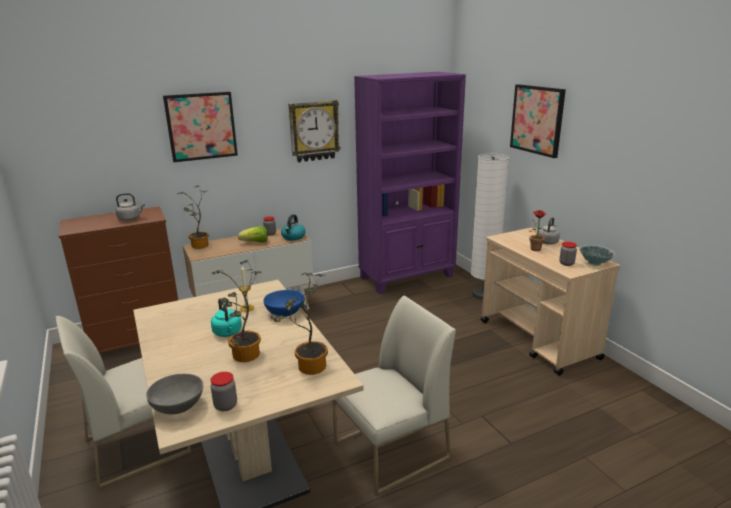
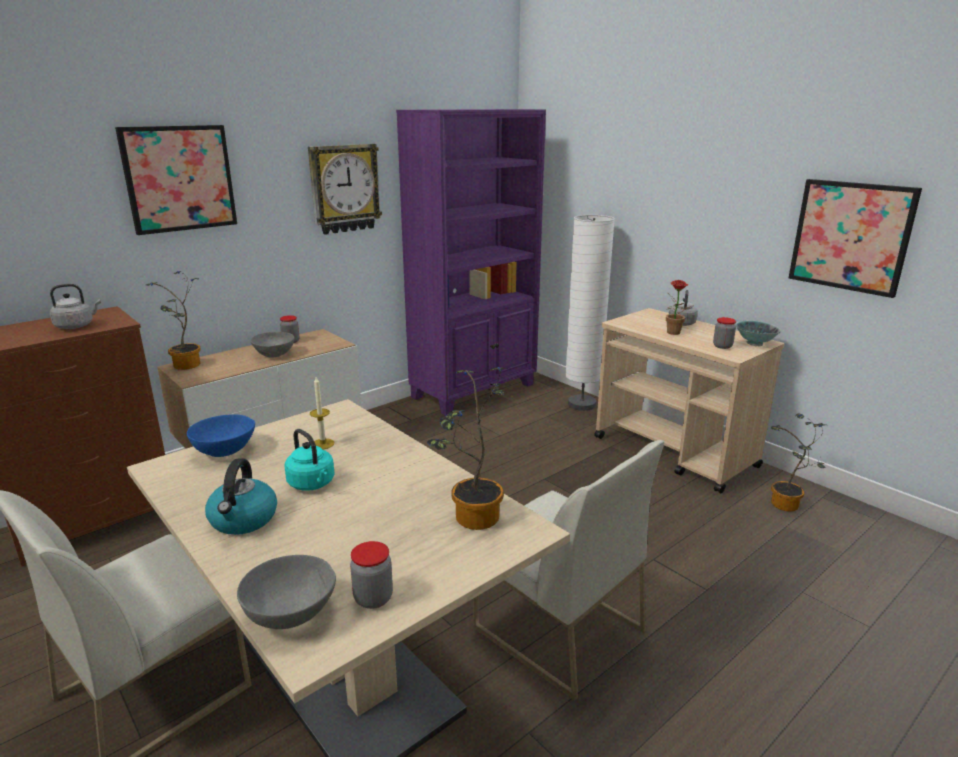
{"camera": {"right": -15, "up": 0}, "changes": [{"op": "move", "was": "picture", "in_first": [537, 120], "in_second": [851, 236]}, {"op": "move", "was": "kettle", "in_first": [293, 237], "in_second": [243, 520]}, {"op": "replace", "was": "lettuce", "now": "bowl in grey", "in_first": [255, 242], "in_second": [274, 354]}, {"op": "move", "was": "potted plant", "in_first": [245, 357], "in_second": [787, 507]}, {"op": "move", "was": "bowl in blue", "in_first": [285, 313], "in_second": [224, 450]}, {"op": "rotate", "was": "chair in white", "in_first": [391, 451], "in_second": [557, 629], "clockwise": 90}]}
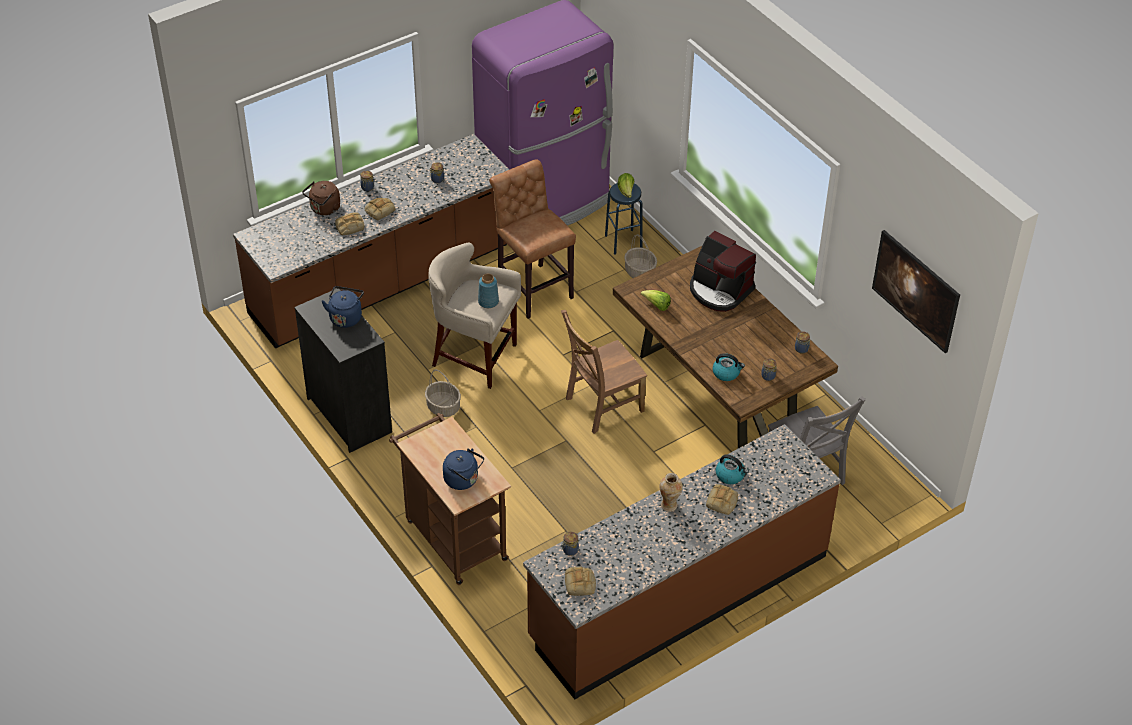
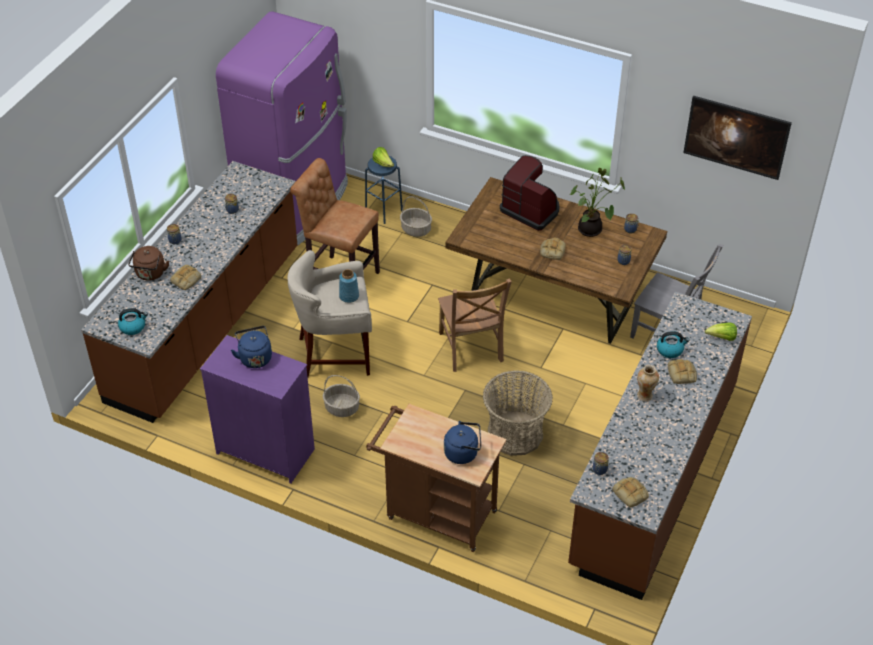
{"camera": {"right": -30, "up": 0}, "changes": [{"op": "move", "was": "bread", "in_first": [380, 210], "in_second": [552, 250]}, {"op": "rotate", "was": "coffee machine", "in_first": [719, 290], "in_second": [531, 210], "clockwise": -150}, {"op": "recolor", "was": "dresser in black", "now": "dresser in purple", "in_first": [350, 415], "in_second": [266, 451]}, {"op": "move", "was": "lettuce", "in_first": [657, 306], "in_second": [722, 338]}, {"op": "rotate", "was": "chair in brown", "in_first": [601, 406], "in_second": [471, 349], "clockwise": -45}, {"op": "move", "was": "kettle", "in_first": [726, 373], "in_second": [133, 327]}, {"op": "insert", "now": "potted plant", "in_second": [591, 231]}, {"op": "insert", "now": "basket", "in_second": [515, 434]}]}
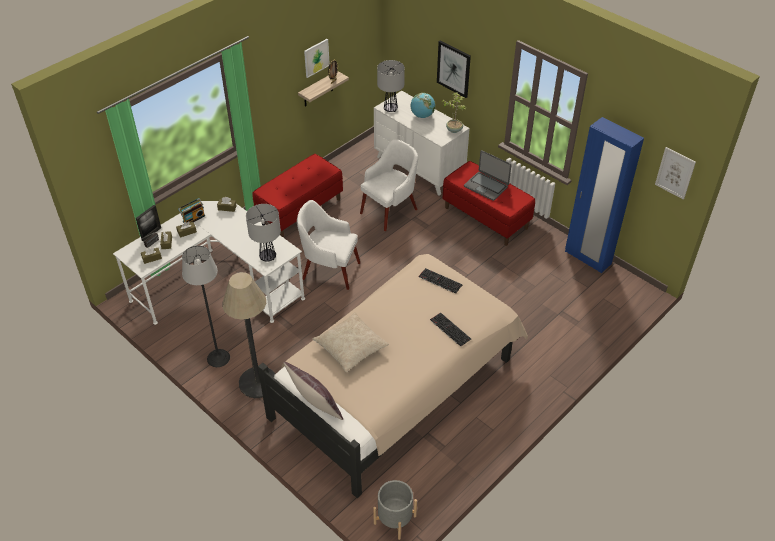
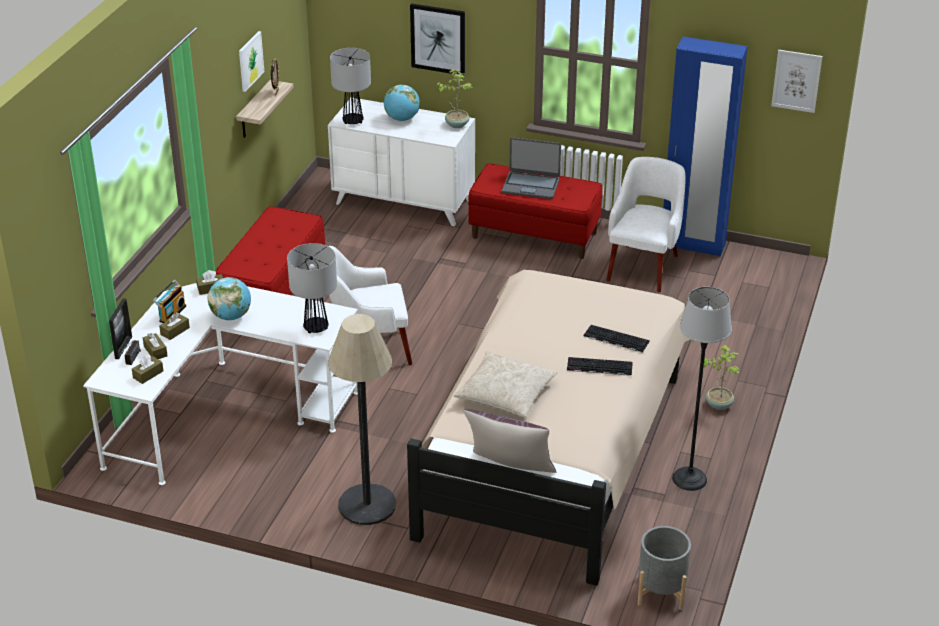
{"camera": {"right": -25, "up": -10}, "changes": [{"op": "move", "was": "armchair in white", "in_first": [390, 210], "in_second": [643, 266]}, {"op": "move", "was": "floor lamp", "in_first": [218, 358], "in_second": [689, 478]}, {"op": "move", "was": "keyboard", "in_first": [439, 281], "in_second": [598, 367]}, {"op": "insert", "now": "globe", "in_second": [231, 316]}, {"op": "insert", "now": "potted plant", "in_second": [719, 404]}]}
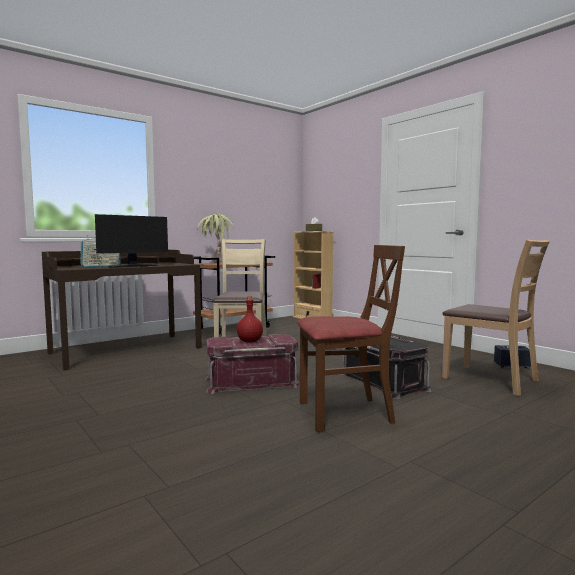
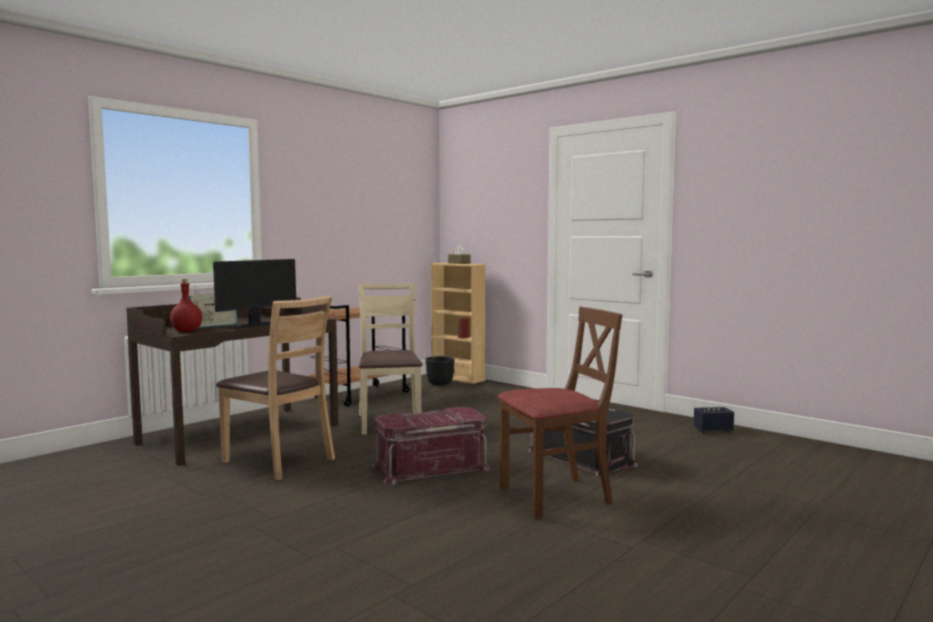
{"camera": {"right": -10, "up": 0}, "changes": [{"op": "delete", "was": "potted plant", "in_first": [215, 263]}, {"op": "move", "was": "chair in brown", "in_first": [491, 380], "in_second": [278, 461]}, {"op": "move", "was": "bottle in red", "in_first": [250, 341], "in_second": [187, 331]}, {"op": "insert", "now": "planter in black", "in_second": [440, 384]}]}
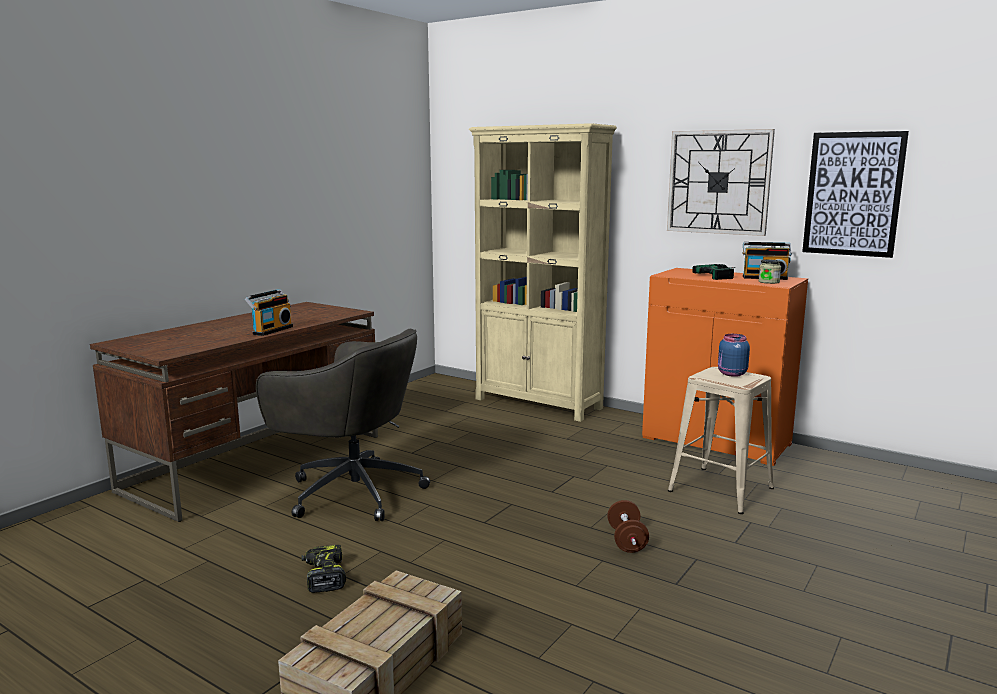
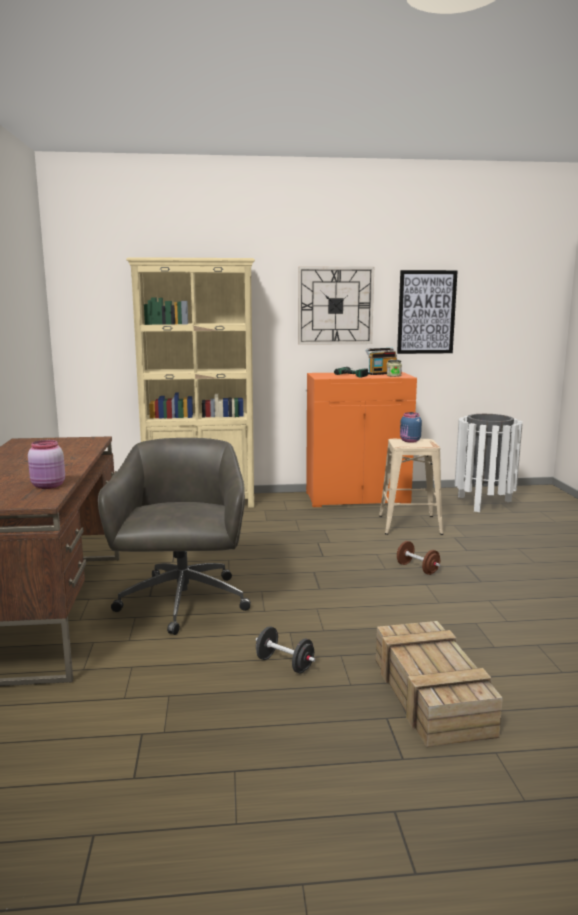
{"camera": {"right": -40, "up": 0}, "changes": [{"op": "delete", "was": "radio", "in_first": [271, 330]}, {"op": "rotate", "was": "office chair in grey", "in_first": [351, 491], "in_second": [183, 603], "clockwise": -75}, {"op": "replace", "was": "power drill", "now": "dumbbell in black", "in_first": [323, 576], "in_second": [284, 664]}, {"op": "insert", "now": "trash can in white", "in_second": [484, 503]}, {"op": "insert", "now": "jar in pink", "in_second": [49, 486]}]}
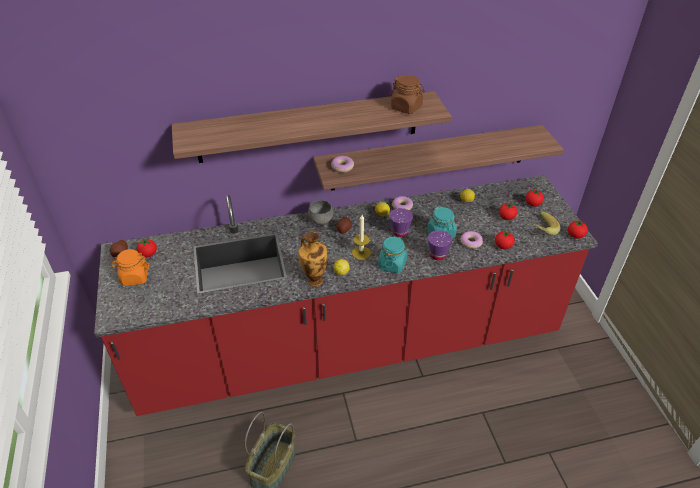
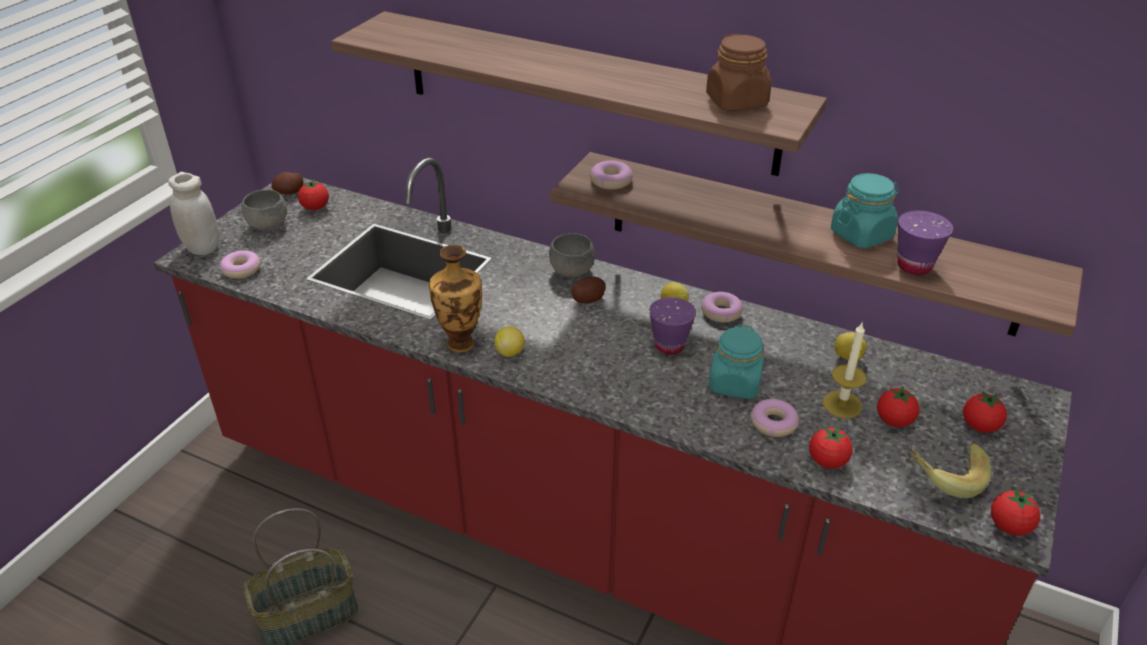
{"camera": {"right": 40, "up": -5}, "changes": [{"op": "move", "was": "candle", "in_first": [361, 253], "in_second": [842, 404]}, {"op": "move", "was": "cup in purple", "in_first": [437, 255], "in_second": [914, 266]}, {"op": "move", "was": "jar in turquoise", "in_first": [392, 264], "in_second": [861, 234]}, {"op": "replace", "was": "jar in orange", "now": "bowl in grey", "in_first": [134, 277], "in_second": [268, 225]}, {"op": "insert", "now": "jar in white", "in_second": [202, 248]}, {"op": "insert", "now": "donut", "in_second": [241, 269]}]}
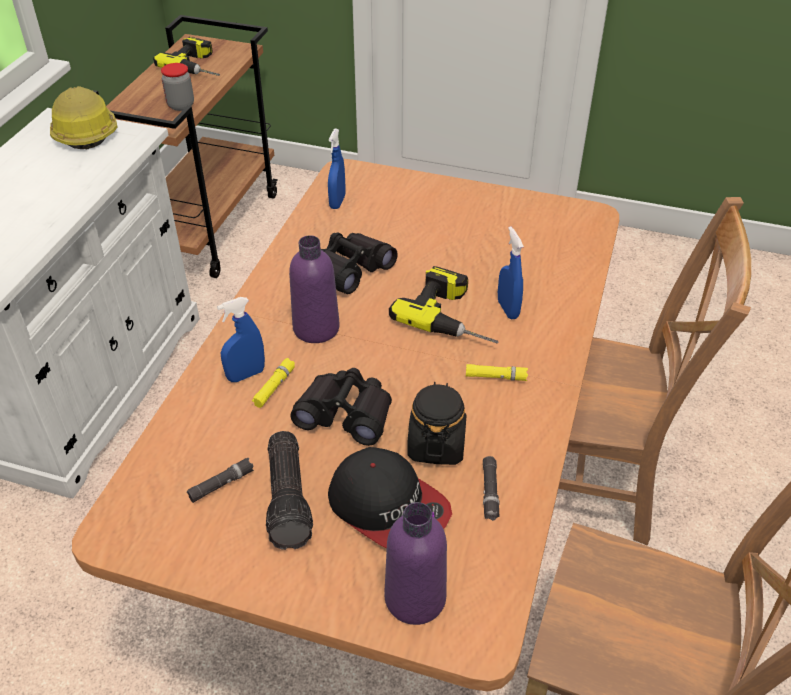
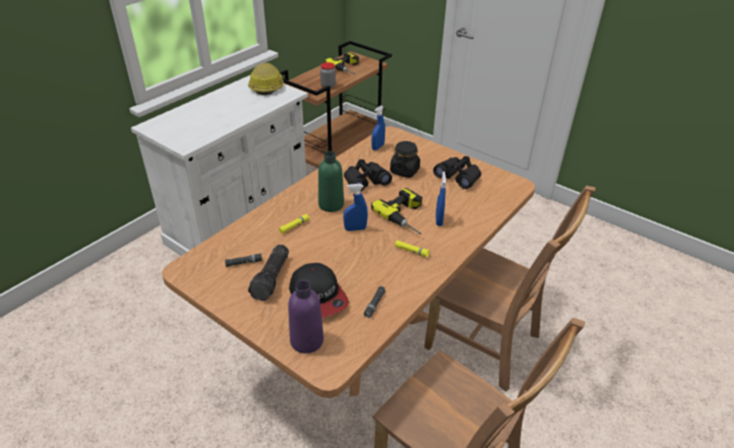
{"camera": {"right": 20, "up": -5}, "changes": [{"op": "recolor", "was": "bottle in purple", "now": "bottle in green", "in_first": [316, 328], "in_second": [331, 204]}, {"op": "move", "was": "spray bottle in blue", "in_first": [246, 375], "in_second": [355, 229]}, {"op": "move", "was": "binoculars in black", "in_first": [346, 414], "in_second": [458, 177]}, {"op": "move", "was": "jar in black", "in_first": [436, 444], "in_second": [404, 171]}]}
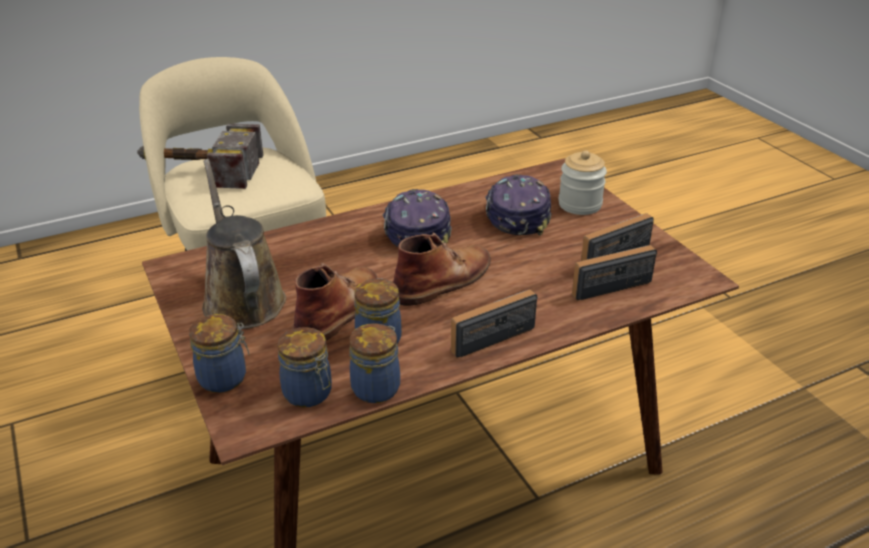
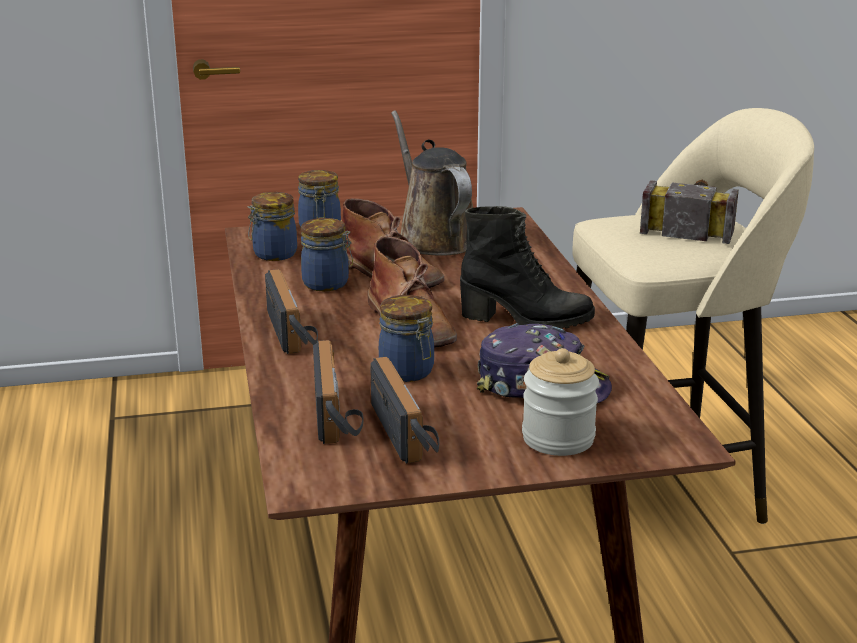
{"camera": {"right": 105, "up": -10}, "changes": [{"op": "rotate", "was": "watering can in brown", "in_first": [242, 298], "in_second": [433, 238], "clockwise": -105}, {"op": "replace", "was": "cap", "now": "boot in black", "in_first": [416, 231], "in_second": [526, 320]}, {"op": "move", "was": "jar", "in_first": [377, 387], "in_second": [408, 372]}]}
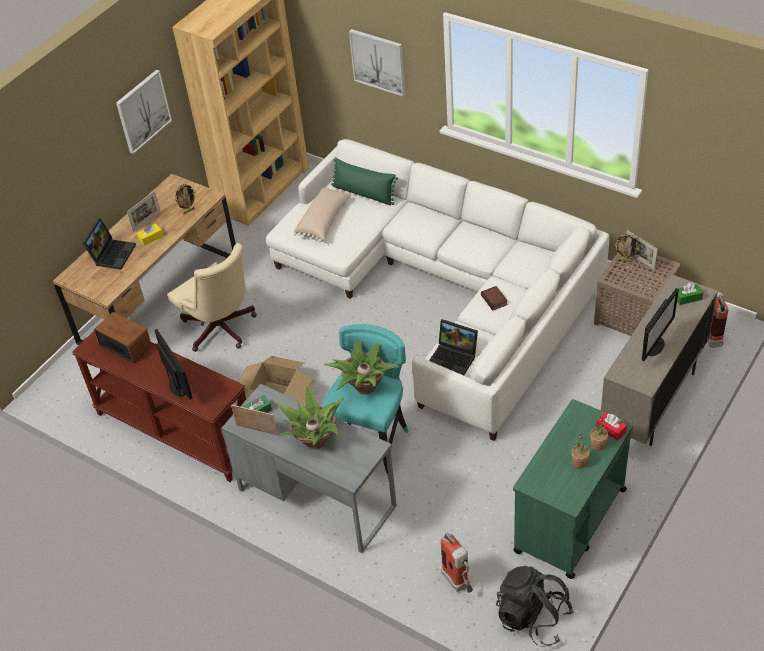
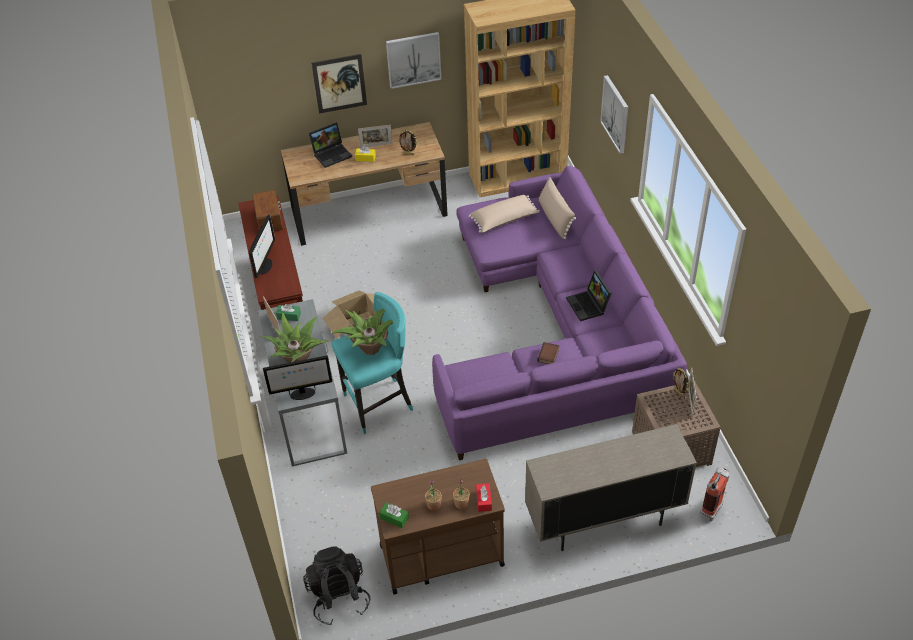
{"camera": {"right": 40, "up": 0}, "changes": [{"op": "recolor", "was": "sofa in white", "now": "sofa in purple", "in_first": [443, 289], "in_second": [555, 329]}, {"op": "recolor", "was": "pillow in green", "now": "pillow in beige", "in_first": [364, 193], "in_second": [555, 218]}, {"op": "delete", "was": "office chair in beige", "in_first": [221, 330]}, {"op": "move", "was": "tissue box in green", "in_first": [688, 298], "in_second": [394, 518]}, {"op": "move", "was": "monitor", "in_first": [655, 347], "in_second": [302, 394]}, {"op": "move", "was": "laptop", "in_first": [454, 358], "in_second": [589, 306]}, {"op": "recolor", "was": "cart in green", "now": "cart in brown", "in_first": [569, 521], "in_second": [440, 555]}, {"op": "delete", "was": "fire extinguisher", "in_first": [459, 584]}, {"op": "insert", "now": "picture", "in_second": [339, 83]}]}
